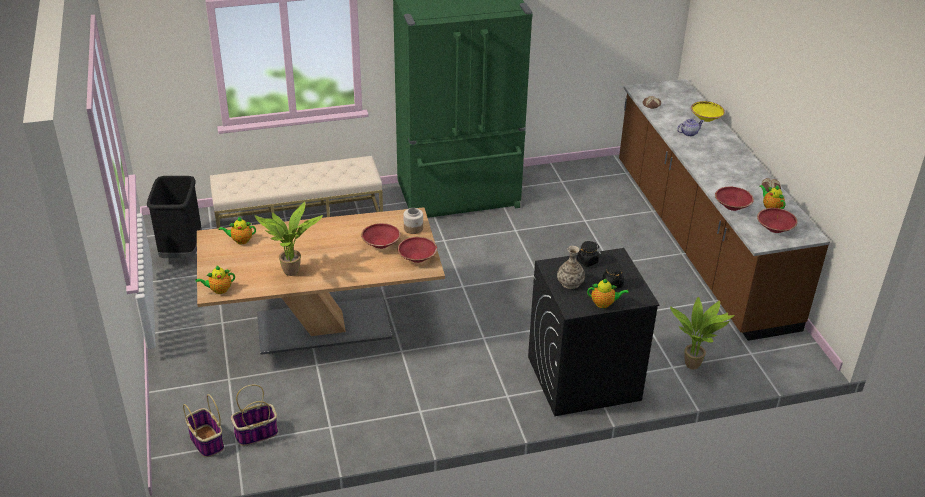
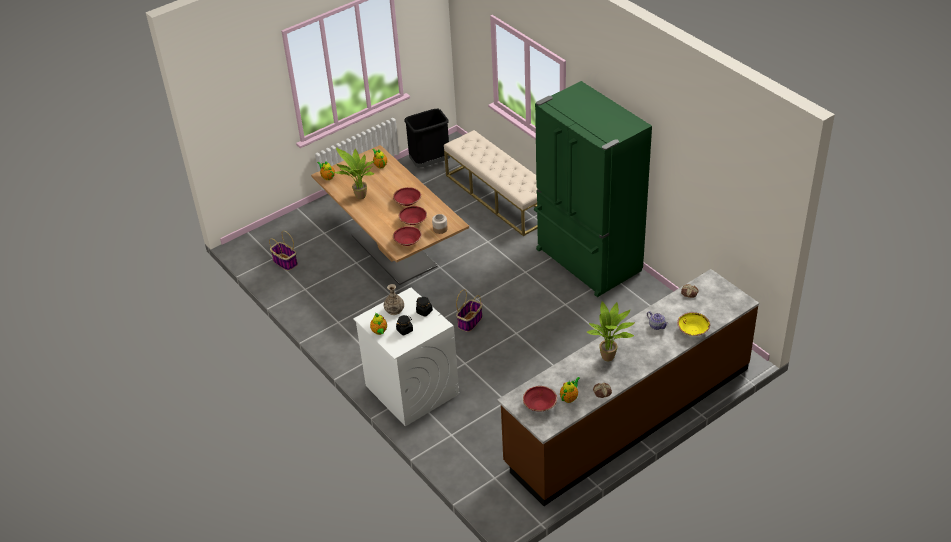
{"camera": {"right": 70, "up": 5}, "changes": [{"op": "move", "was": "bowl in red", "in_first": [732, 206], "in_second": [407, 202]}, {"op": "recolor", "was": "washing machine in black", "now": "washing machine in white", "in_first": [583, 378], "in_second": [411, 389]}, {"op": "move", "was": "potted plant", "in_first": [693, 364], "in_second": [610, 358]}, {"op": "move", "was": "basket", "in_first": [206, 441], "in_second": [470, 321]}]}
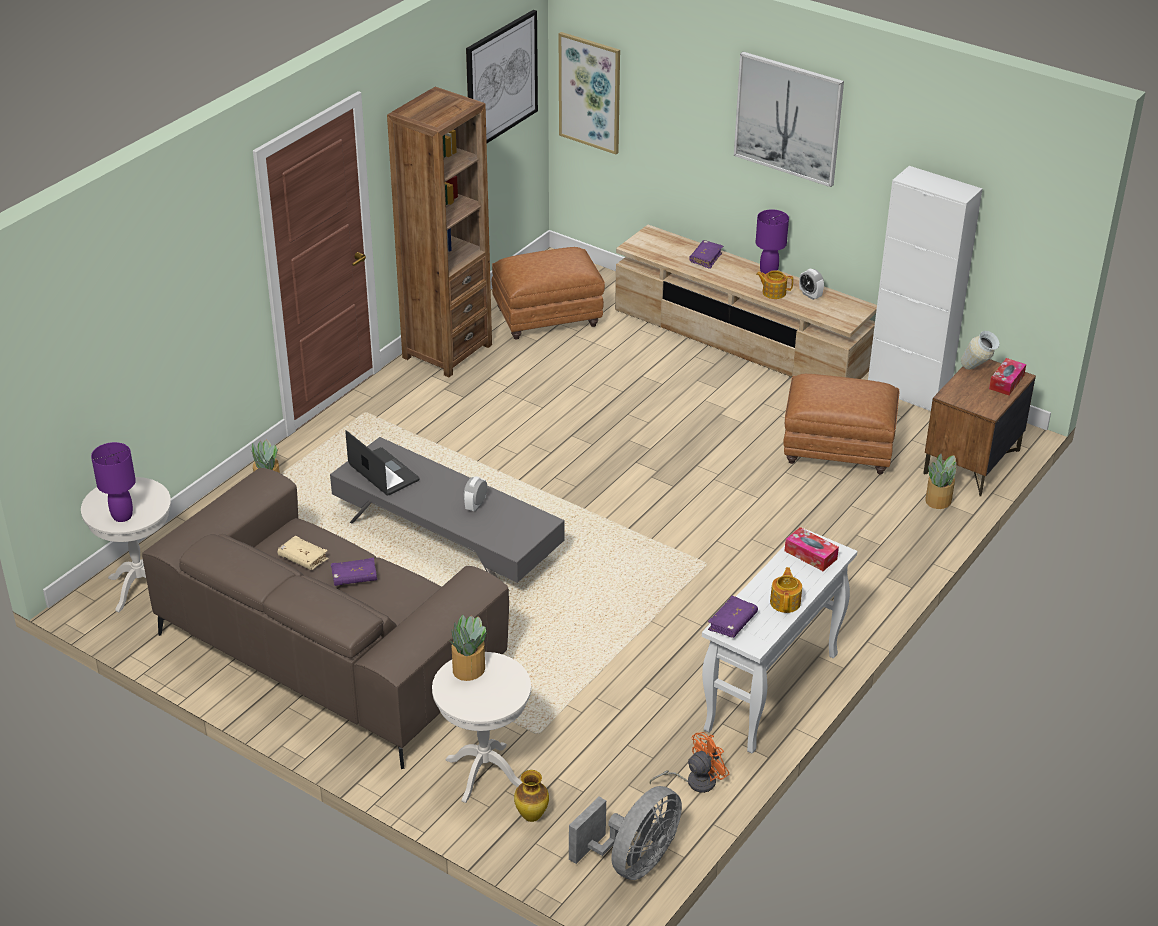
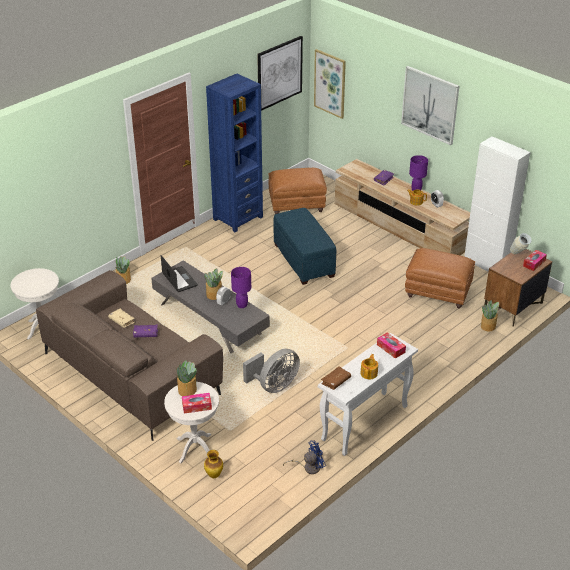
{"camera": {"right": 10, "up": 0}, "changes": [{"op": "recolor", "was": "bookcase in brown", "now": "bookcase in blue", "in_first": [447, 351], "in_second": [238, 218]}, {"op": "move", "was": "table lamp in purple", "in_first": [122, 516], "in_second": [242, 305]}, {"op": "recolor", "was": "book in purple", "now": "book in brown", "in_first": [732, 622], "in_second": [336, 381]}, {"op": "recolor", "was": "fan in orange", "now": "fan in blue", "in_first": [694, 781], "in_second": [308, 467]}, {"op": "move", "was": "fan in grey", "in_first": [633, 861], "in_second": [274, 386]}, {"op": "insert", "now": "ottoman in blue", "in_second": [303, 260]}, {"op": "insert", "now": "potted plant", "in_second": [214, 295]}, {"op": "insert", "now": "tissue box", "in_second": [197, 406]}]}
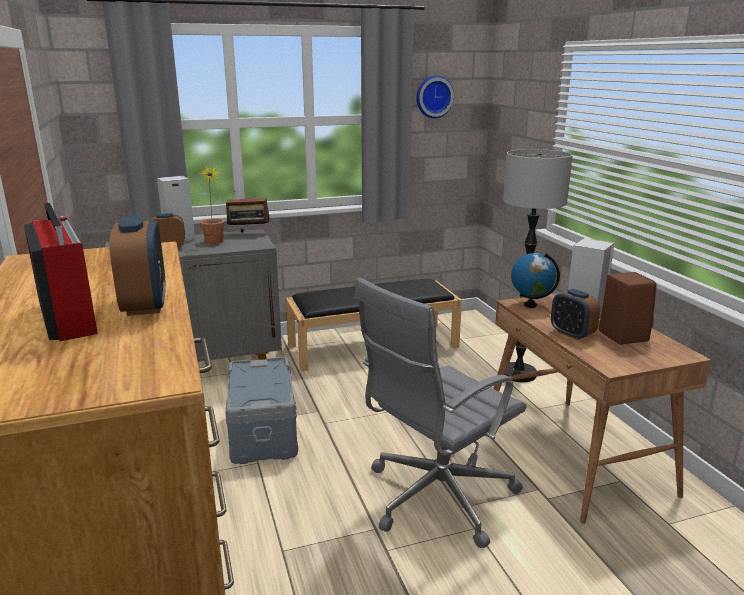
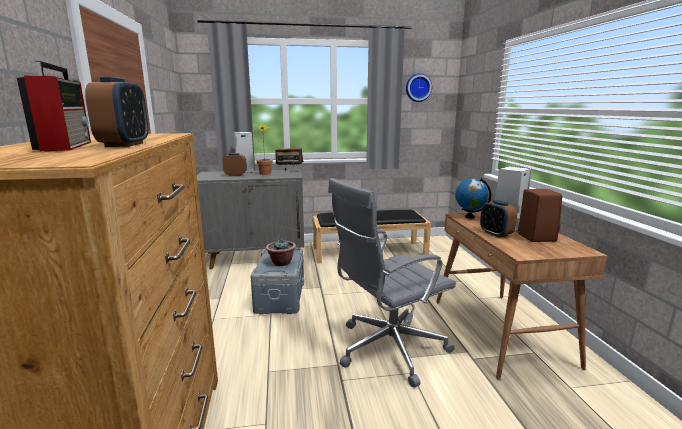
{"camera": {"right": 10, "up": -5}, "changes": [{"op": "delete", "was": "floor lamp", "in_first": [518, 373]}, {"op": "insert", "now": "potted plant", "in_second": [281, 263]}]}
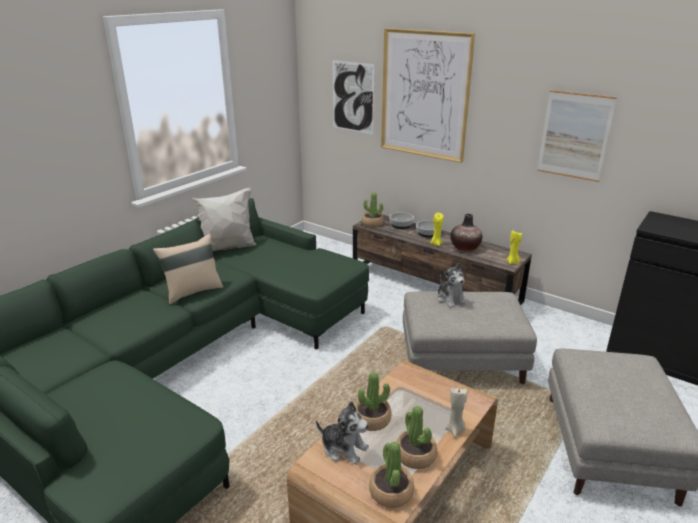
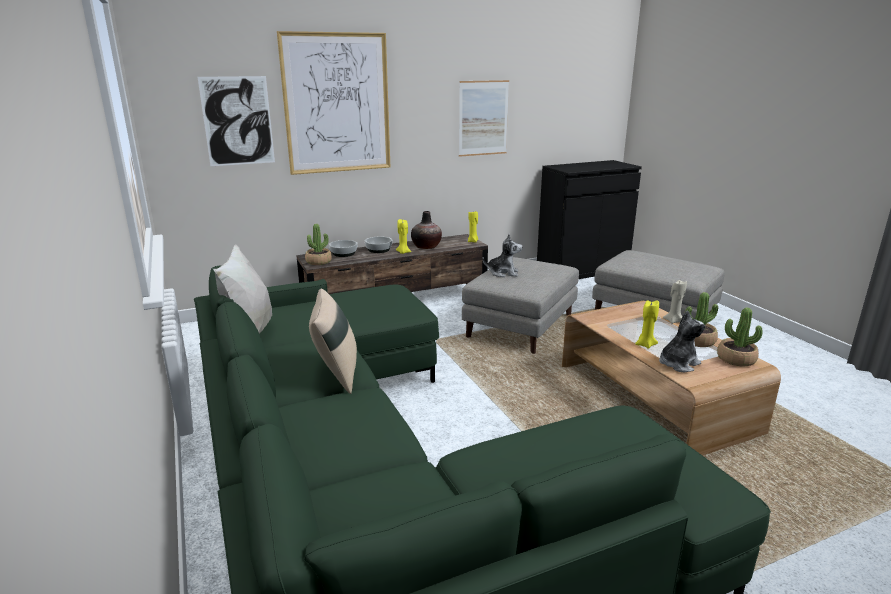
{"camera": {"right": -60, "up": -5}, "changes": [{"op": "replace", "was": "potted plant", "now": "candle in yellow", "in_first": [372, 419], "in_second": [645, 345]}]}
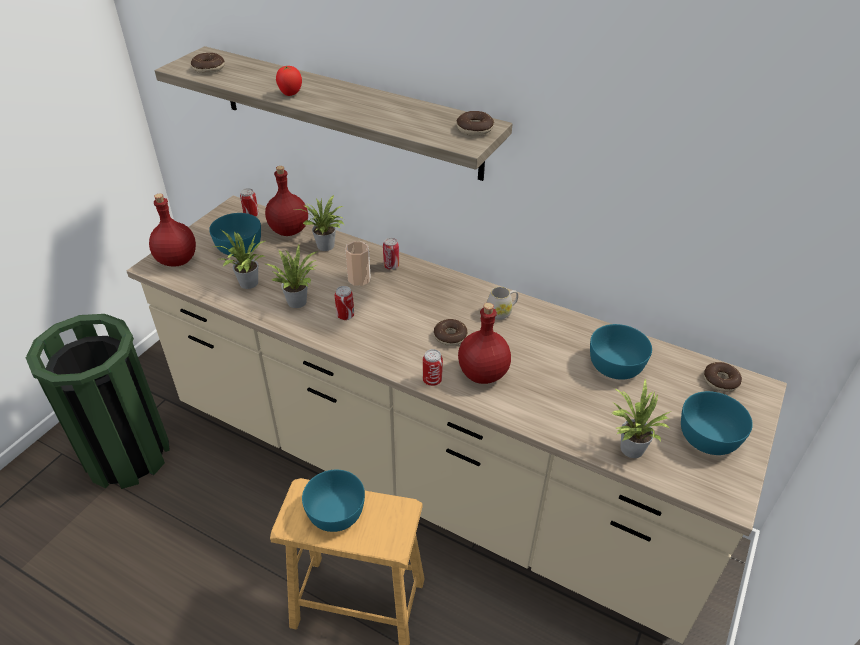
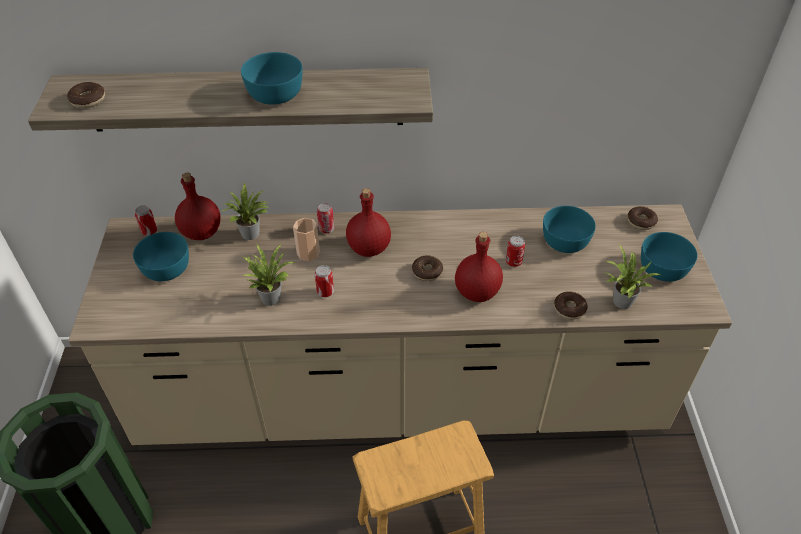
{"camera": {"right": -30, "up": 5}, "changes": [{"op": "delete", "was": "tomato", "in_first": [290, 94]}, {"op": "move", "was": "donut", "in_first": [474, 129], "in_second": [569, 309]}, {"op": "move", "was": "bottle in red", "in_first": [176, 260], "in_second": [368, 248]}, {"op": "delete", "was": "potted plant", "in_first": [247, 284]}, {"op": "delete", "was": "mug in white", "in_first": [501, 312]}, {"op": "move", "was": "can", "in_first": [432, 380], "in_second": [513, 262]}, {"op": "move", "was": "bowl in turquoise", "in_first": [336, 512], "in_second": [276, 94]}]}
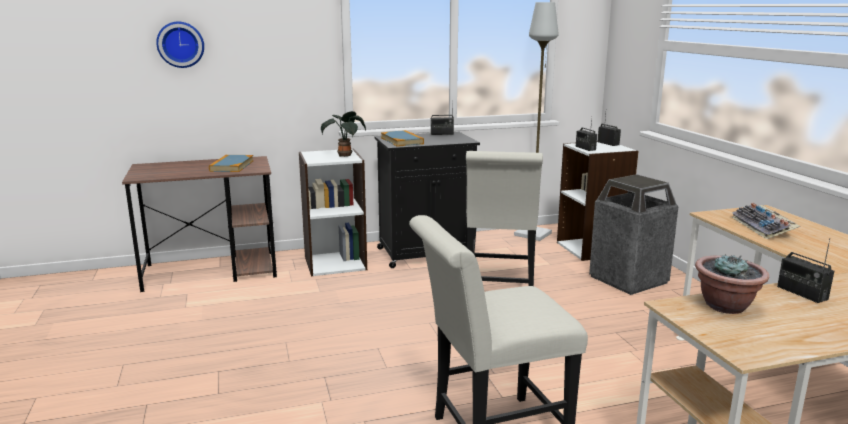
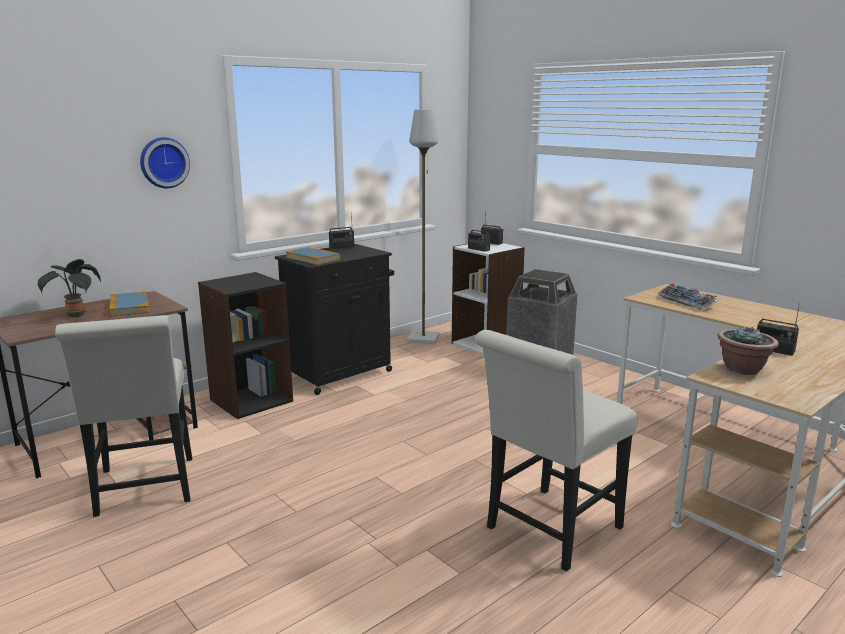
{"camera": {"right": -25, "up": 0}, "changes": [{"op": "move", "was": "wall clock", "in_first": [180, 44], "in_second": [163, 162]}, {"op": "move", "was": "potted plant", "in_first": [345, 155], "in_second": [76, 315]}, {"op": "recolor", "was": "bookcase in white", "now": "bookcase in black", "in_first": [335, 263], "in_second": [251, 400]}, {"op": "move", "was": "chair in white", "in_first": [499, 288], "in_second": [145, 490]}]}
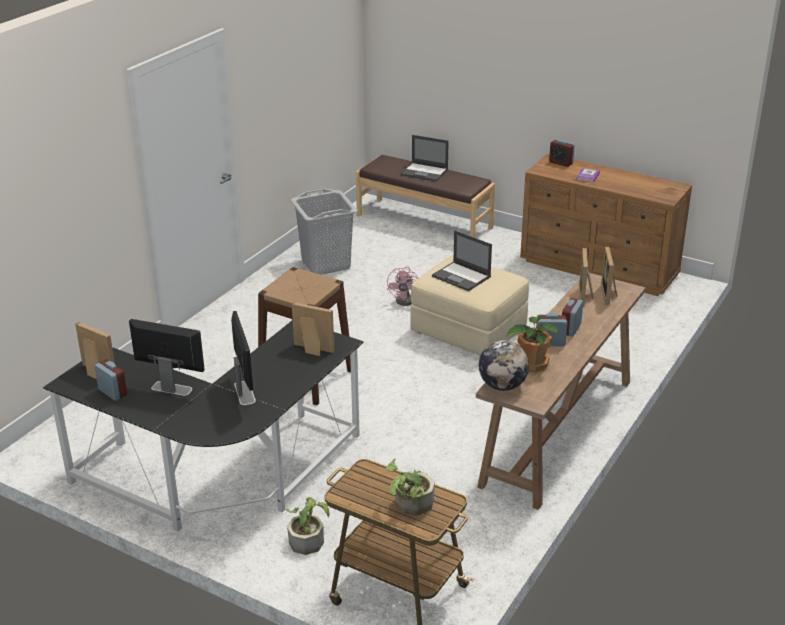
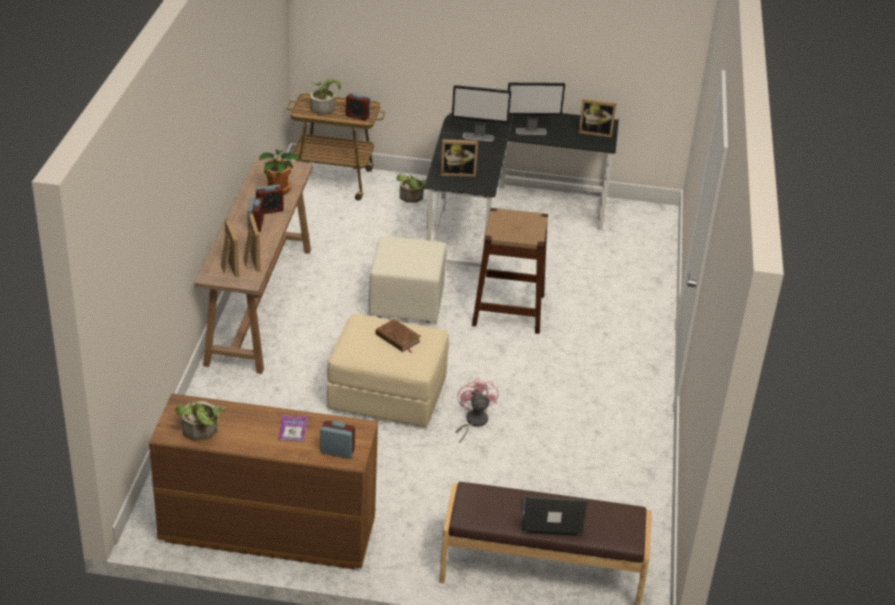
{"camera": {"right": 155, "up": 5}, "changes": [{"op": "delete", "was": "laundry basket in grey", "in_first": [326, 263]}, {"op": "replace", "was": "laptop", "now": "book in brown", "in_first": [462, 277], "in_second": [398, 338]}, {"op": "rotate", "was": "monitor", "in_first": [244, 392], "in_second": [478, 137], "clockwise": -45}, {"op": "delete", "was": "globe", "in_first": [502, 386]}, {"op": "move", "was": "alarm clock", "in_first": [113, 392], "in_second": [357, 116]}, {"op": "insert", "now": "ottoman in beige", "in_second": [405, 303]}, {"op": "insert", "now": "potted plant", "in_second": [200, 432]}]}
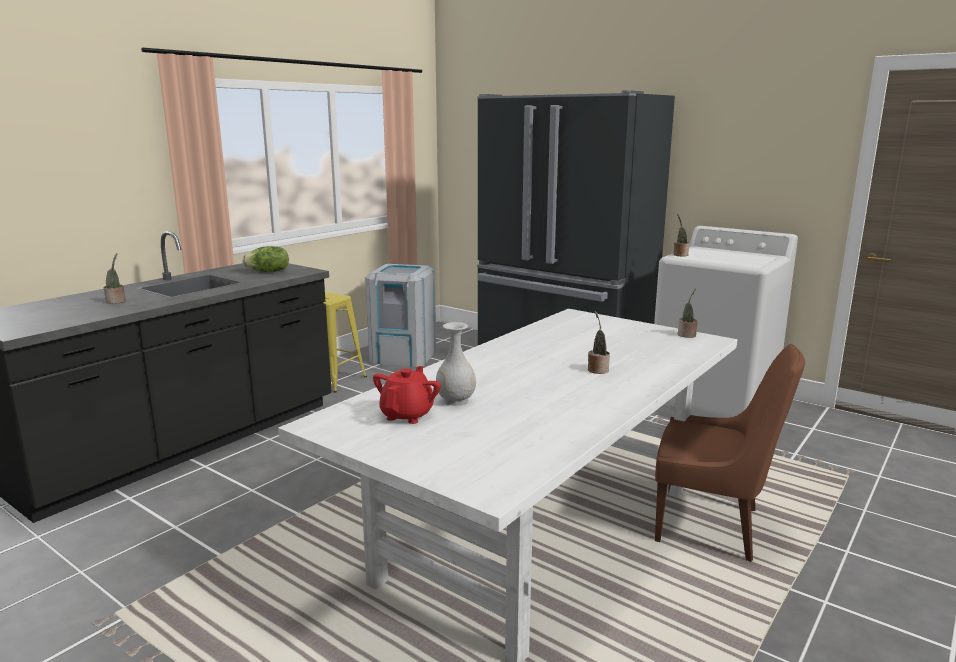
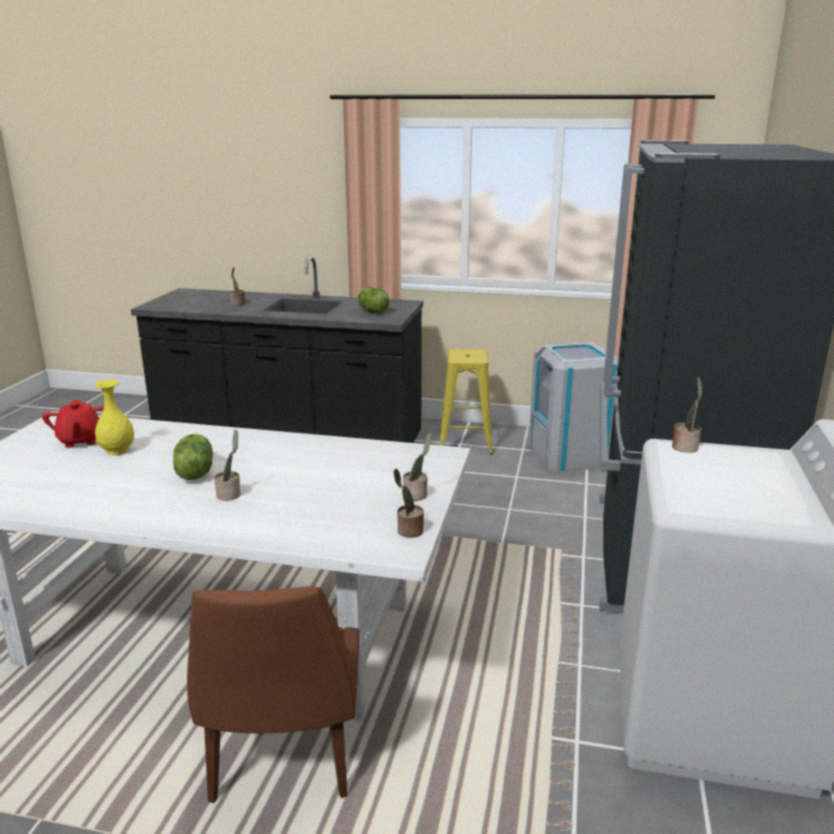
{"camera": {"right": 65, "up": 5}, "changes": [{"op": "recolor", "was": "vase in white", "now": "vase in yellow", "in_first": [456, 400], "in_second": [118, 450]}, {"op": "rotate", "was": "teapot in red", "in_first": [407, 415], "in_second": [80, 441], "clockwise": 75}, {"op": "insert", "now": "potted plant", "in_second": [417, 495]}, {"op": "insert", "now": "lettuce", "in_second": [194, 473]}]}
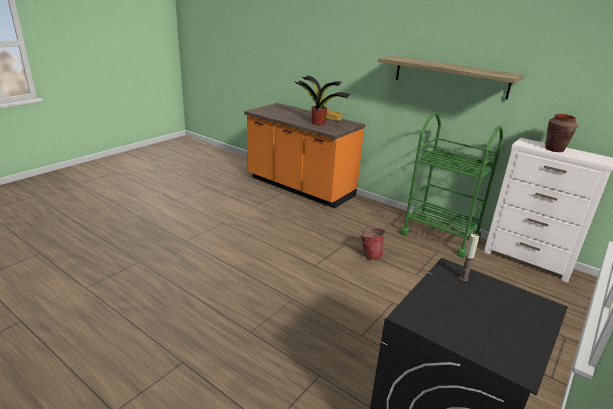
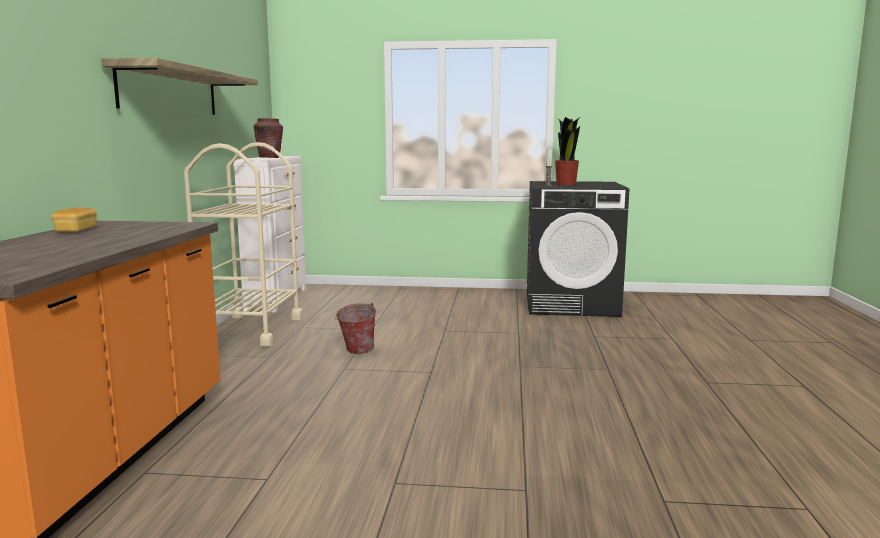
{"camera": {"right": -120, "up": -15}, "changes": [{"op": "move", "was": "potted plant", "in_first": [319, 123], "in_second": [566, 184]}, {"op": "recolor", "was": "cart in green", "now": "cart in beige", "in_first": [440, 236], "in_second": [251, 330]}]}
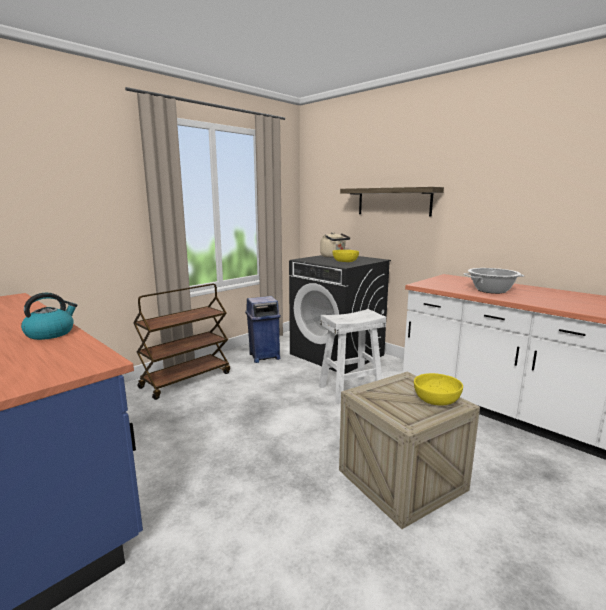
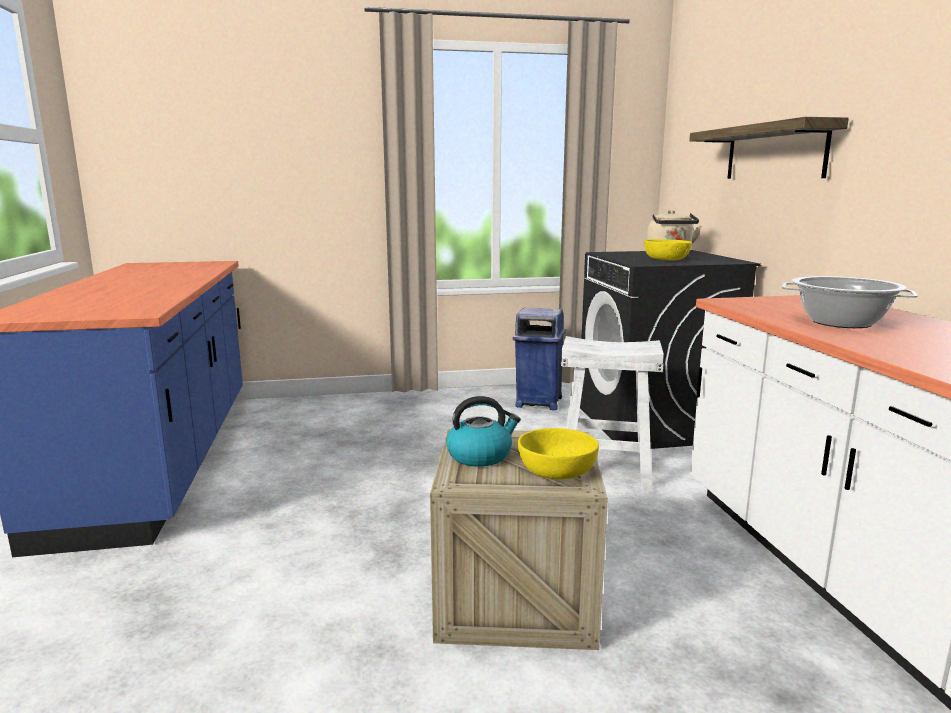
{"camera": {"right": 35, "up": 0}, "changes": [{"op": "delete", "was": "cart in brown", "in_first": [186, 379]}, {"op": "move", "was": "kettle", "in_first": [51, 333], "in_second": [480, 455]}]}
